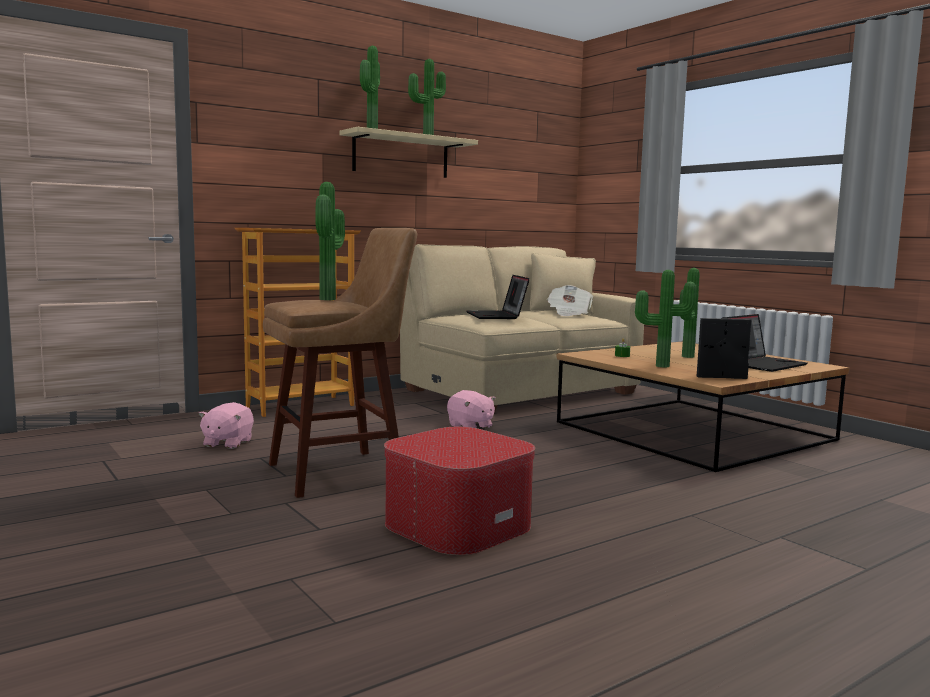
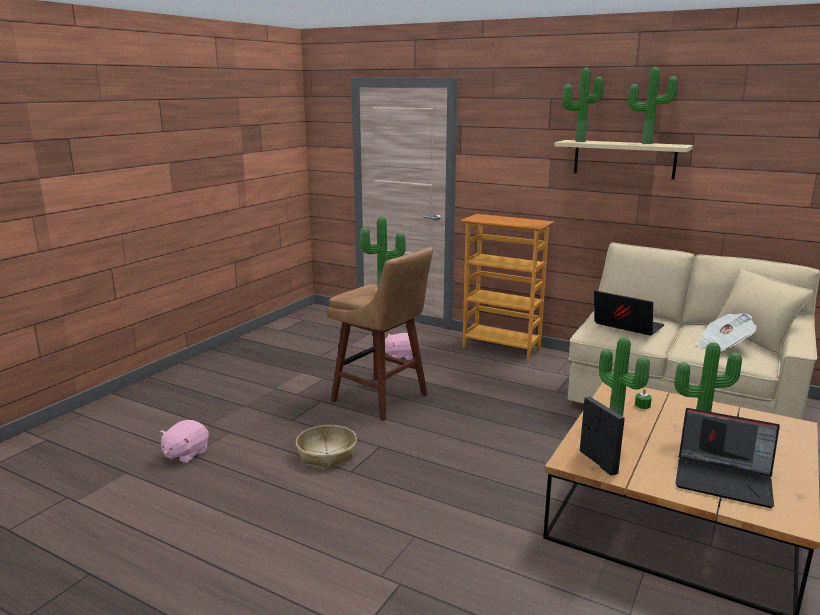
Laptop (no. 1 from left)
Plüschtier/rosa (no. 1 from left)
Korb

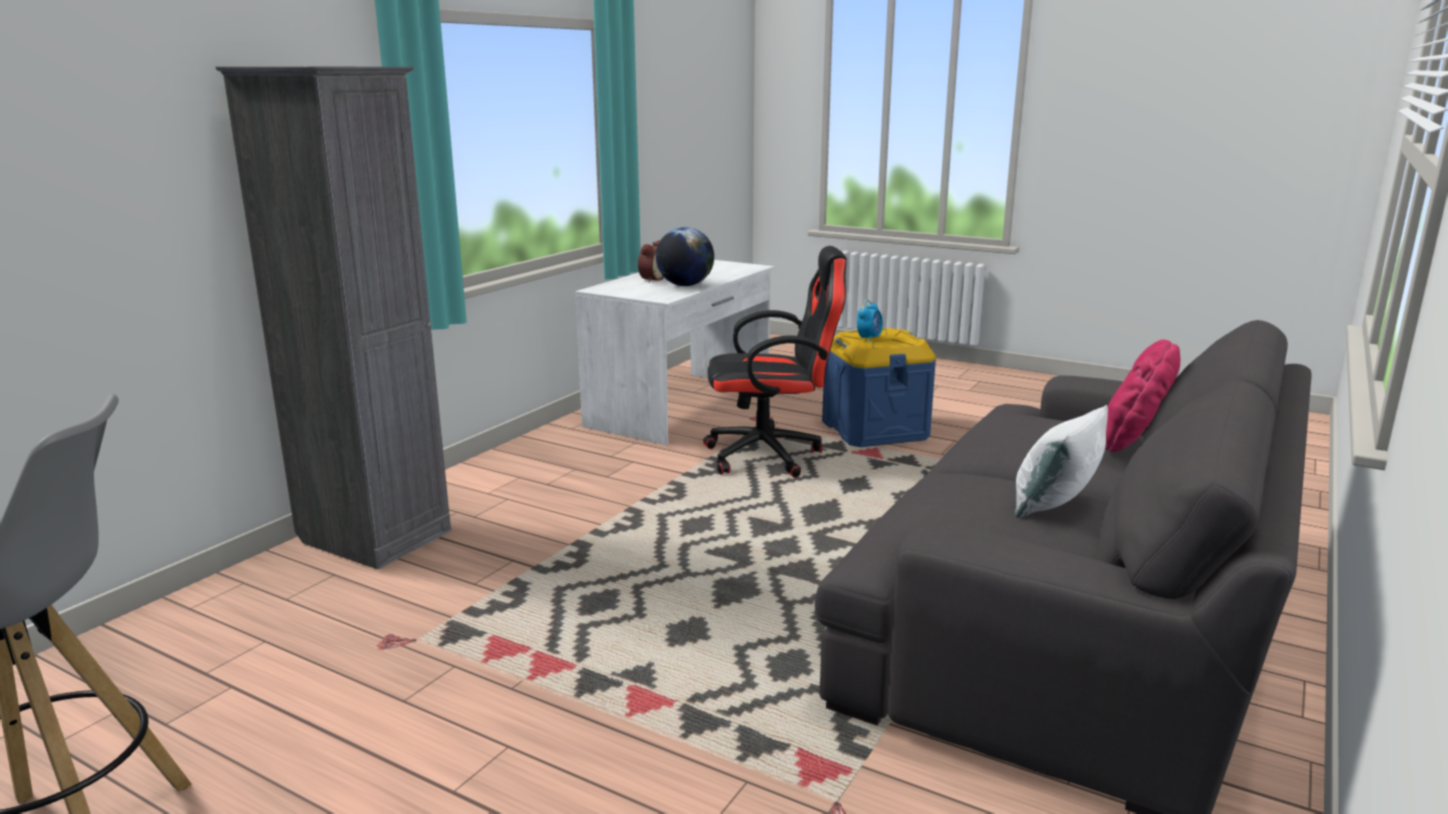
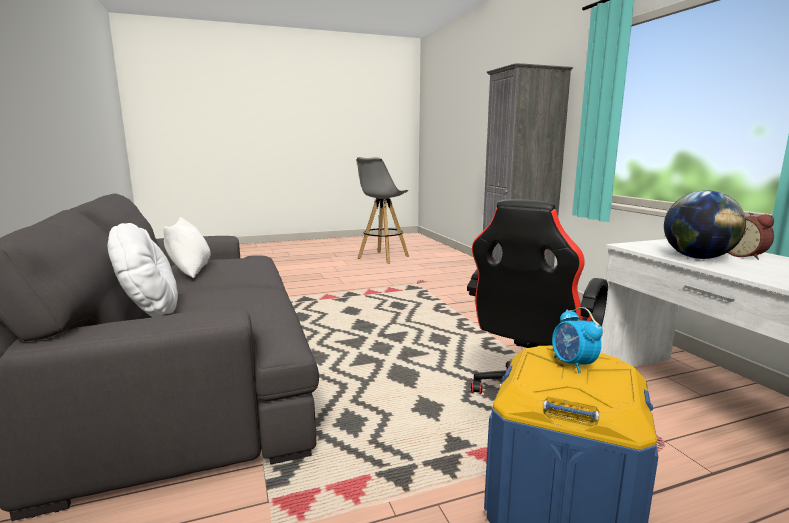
Kissen/weiß (no. 1 from left)

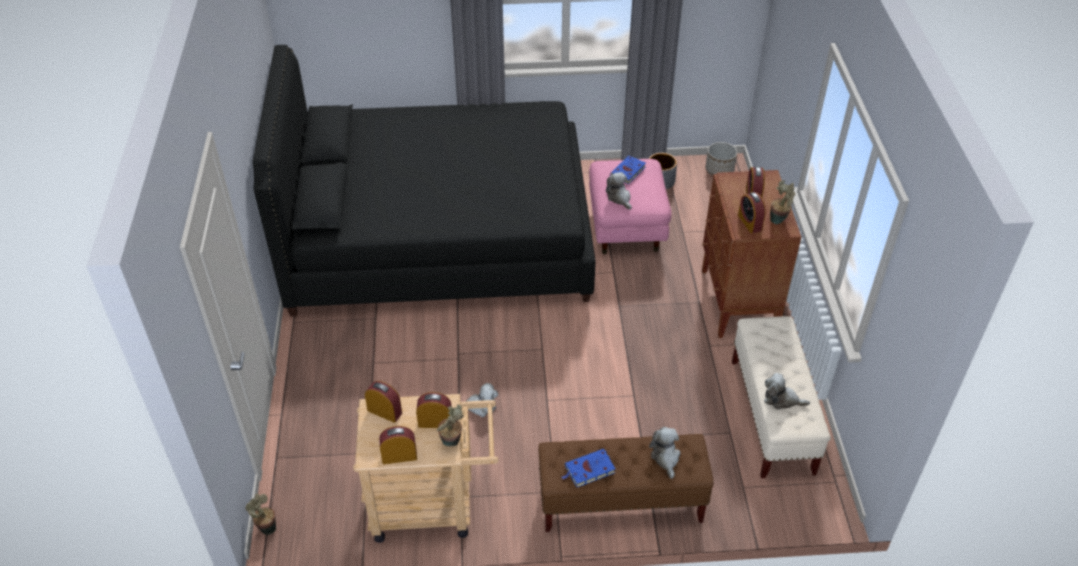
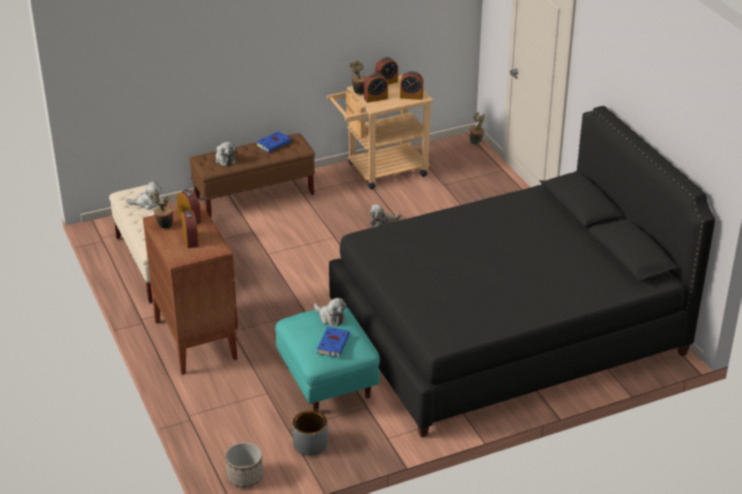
Polsterhocker/türkis

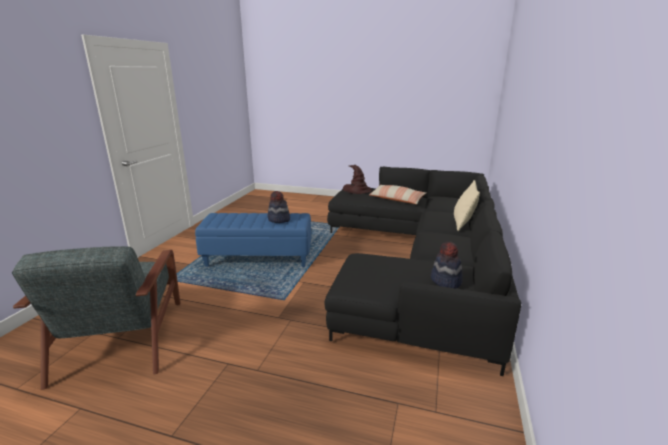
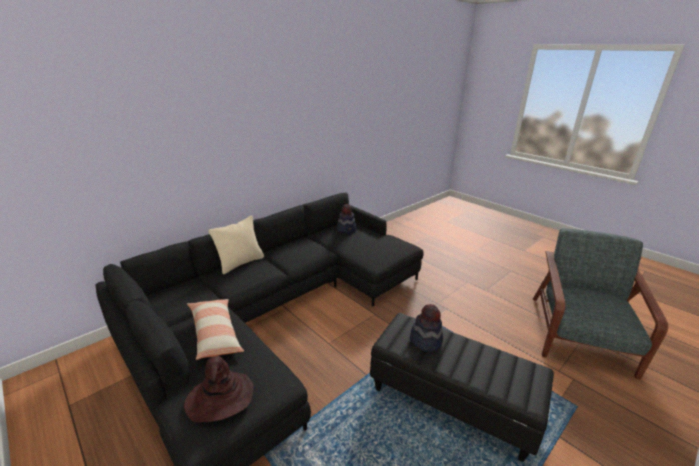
Polsterhocker/schwarz

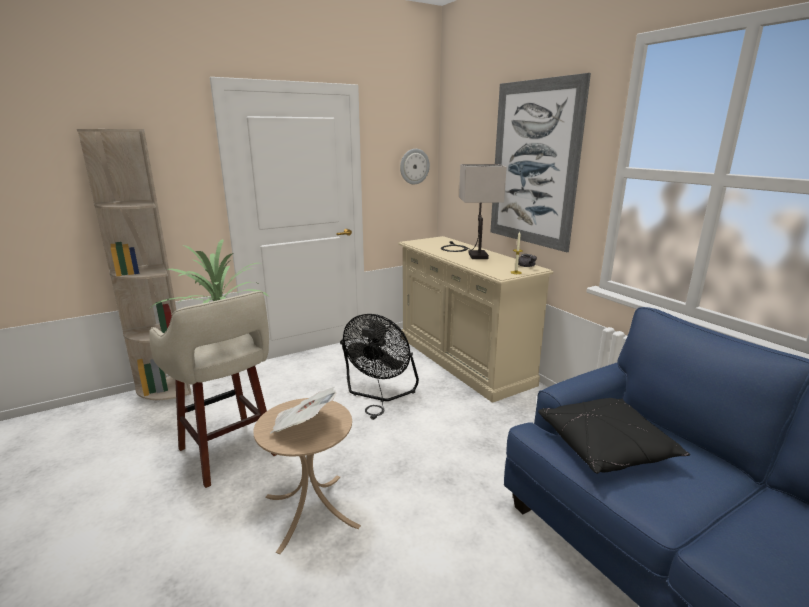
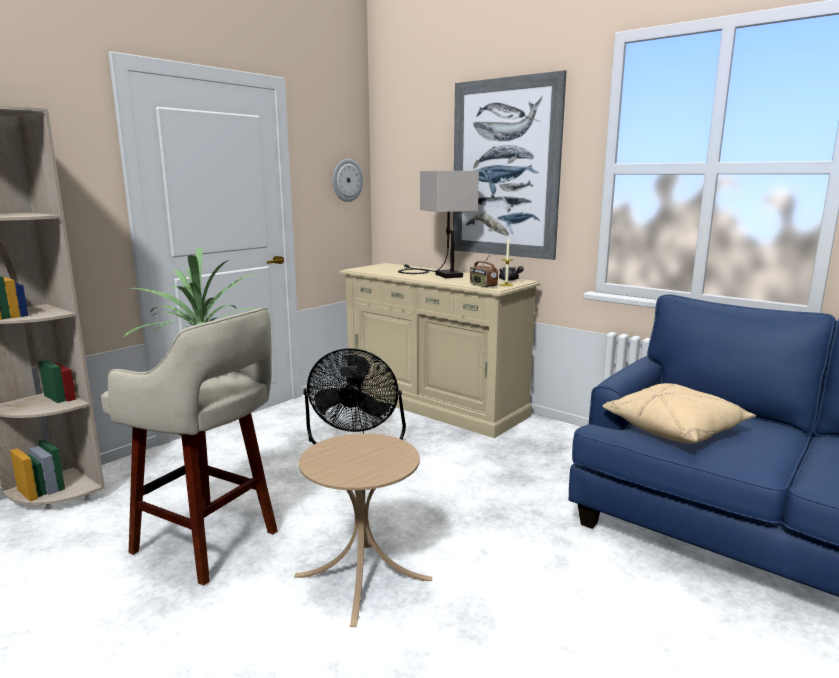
Zeitung
Kissen/beige
Radio

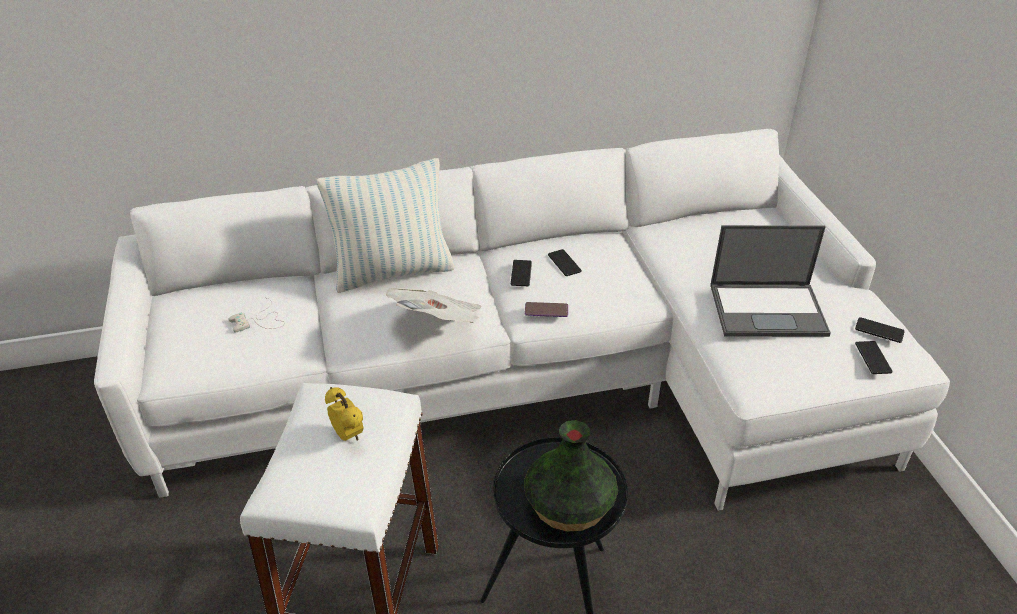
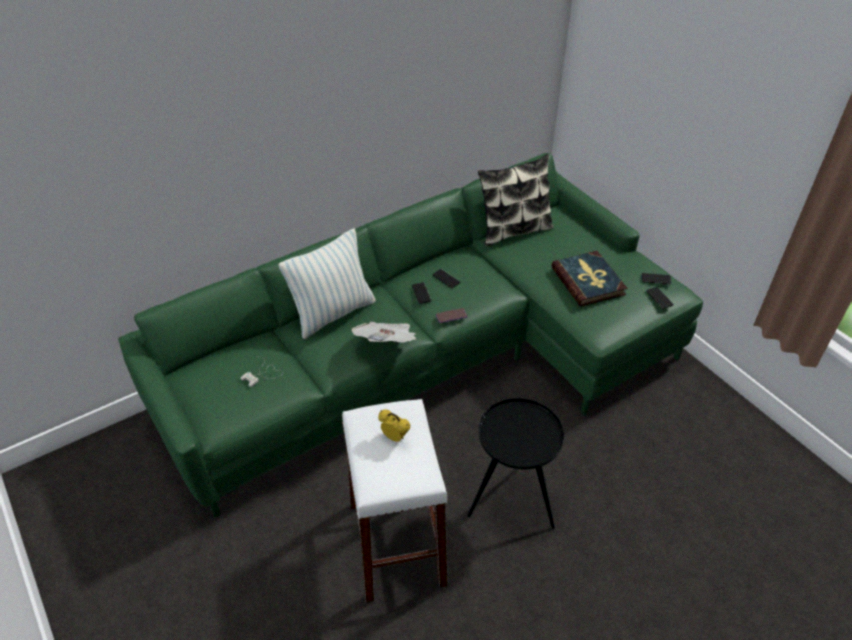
Sofa/grün
Buch
Vase
Kissen (no. 2 from left)

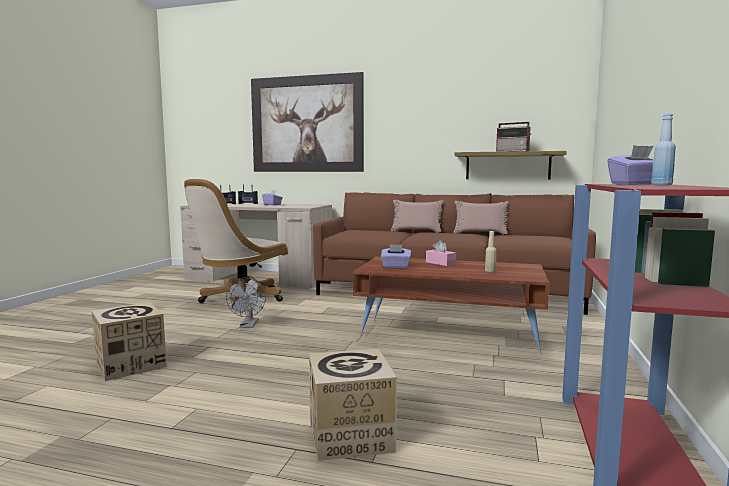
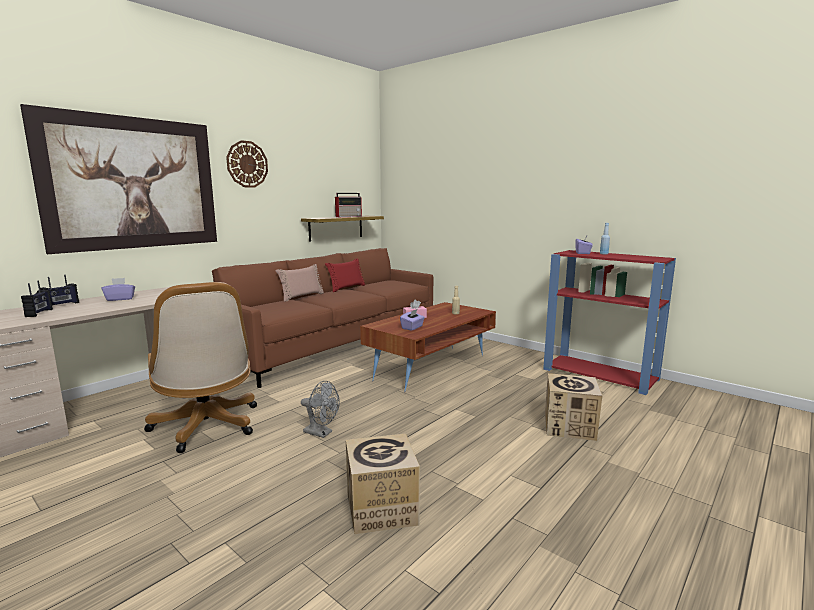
Kissen/rot
Wanduhr

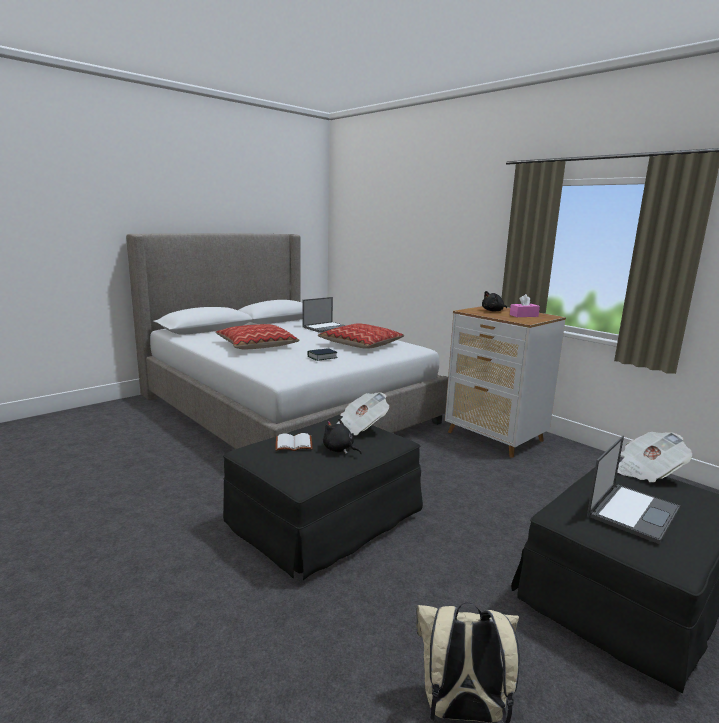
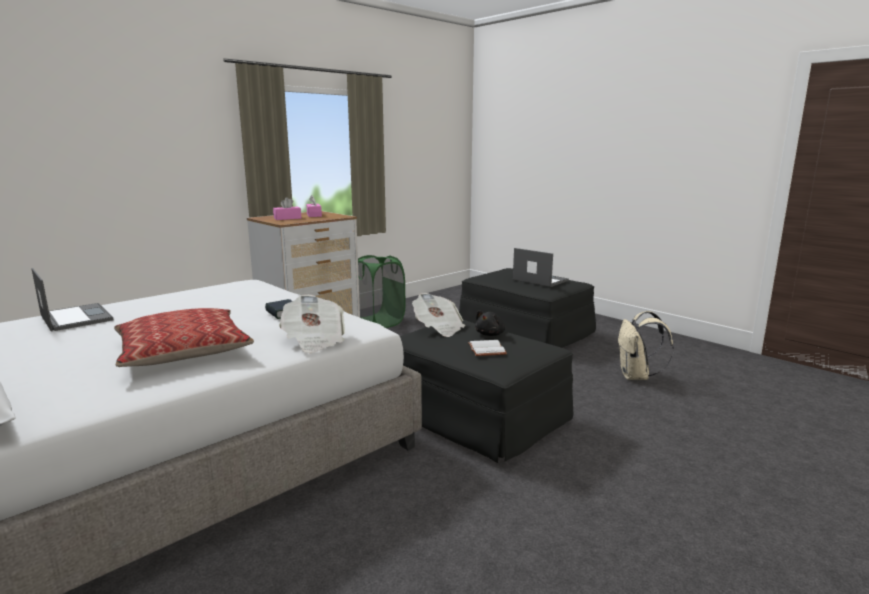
Taschentuchbox/rosa (no. 1 from left)
Kissen (no. 2 from left in the first image)
Zeitung (no. 1 from left)
Wäschekorb/grün

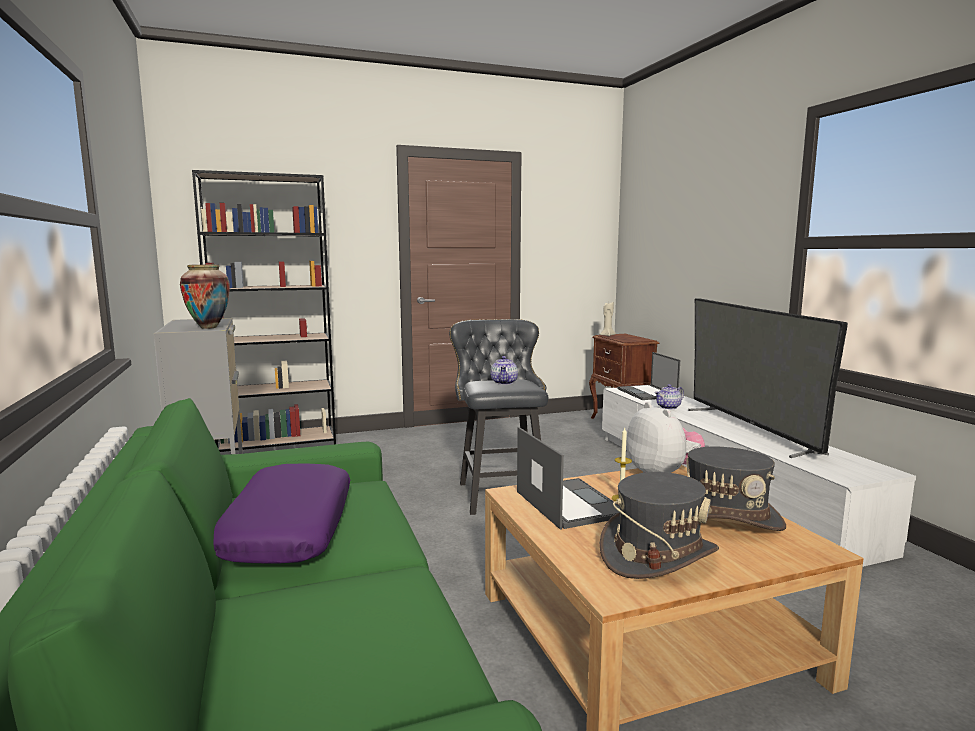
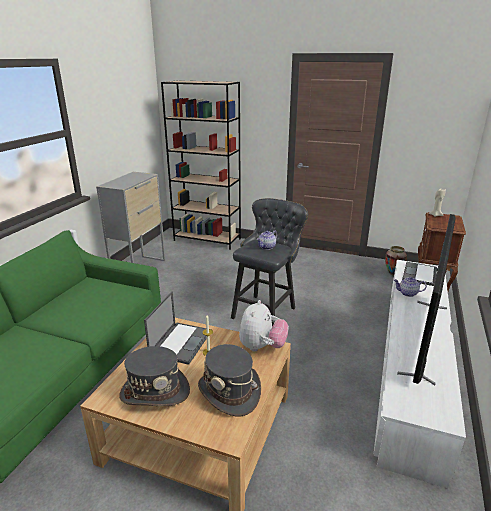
Vase
Kissen/lila

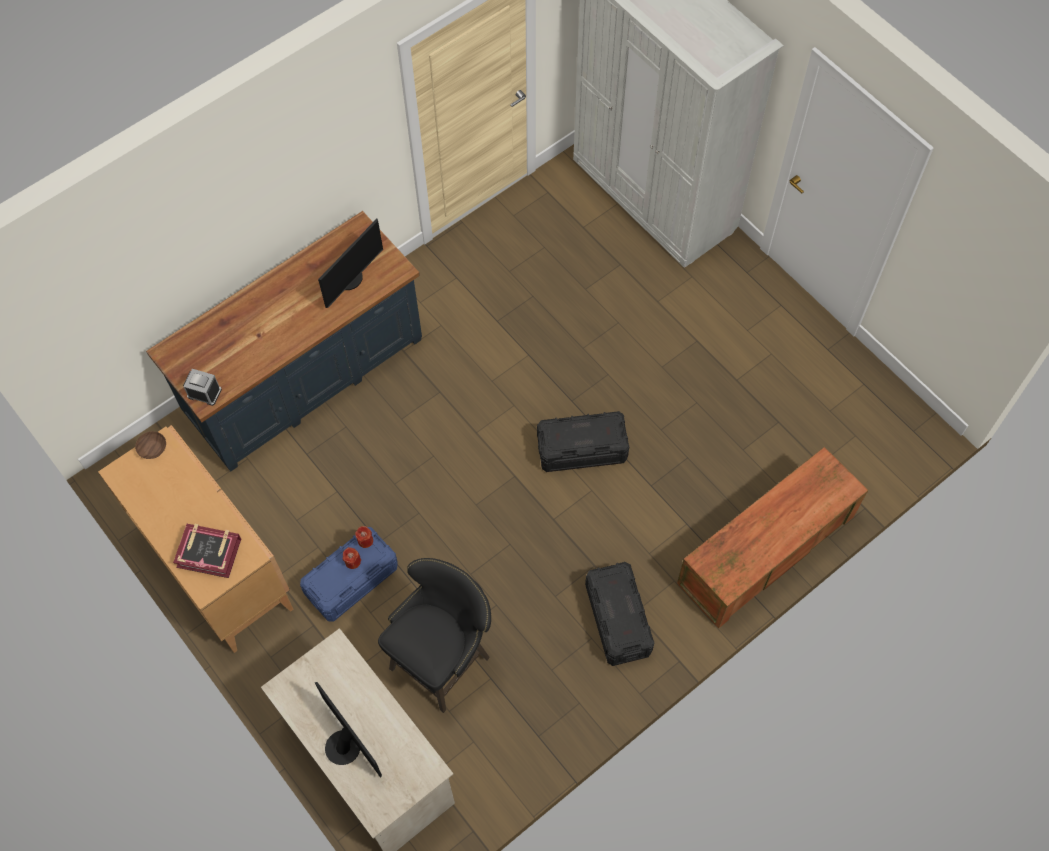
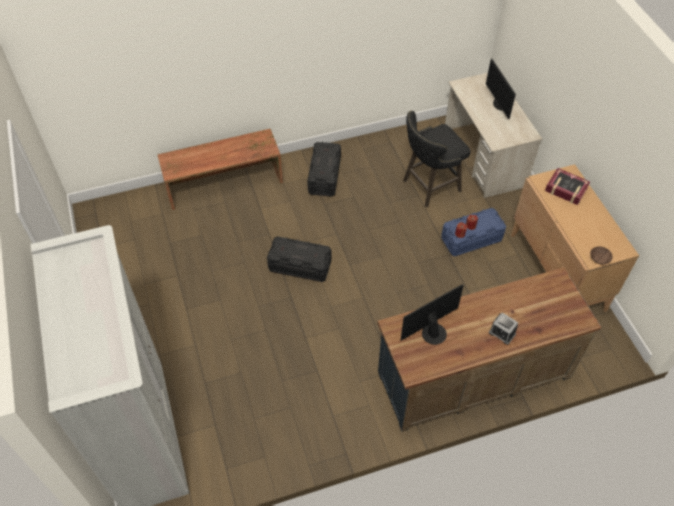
Wecker

